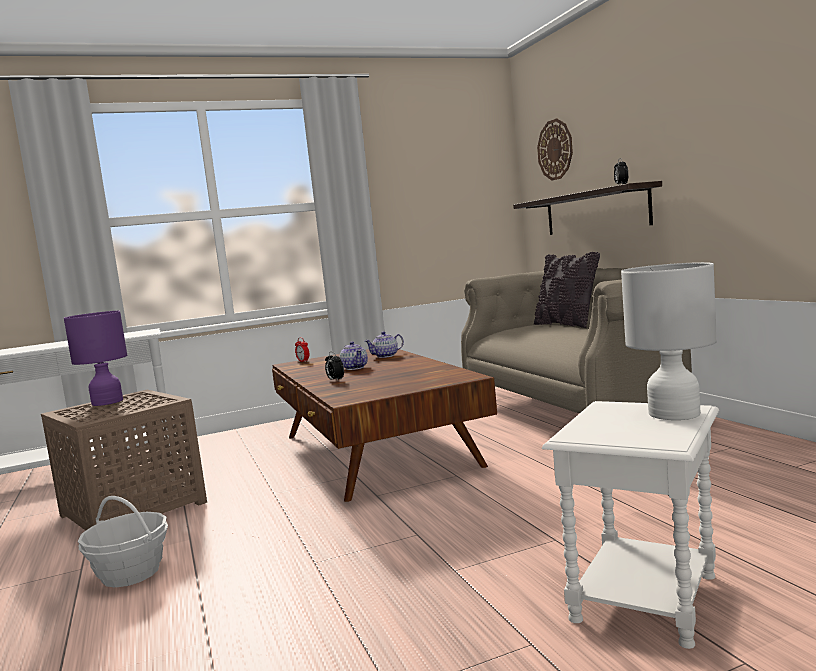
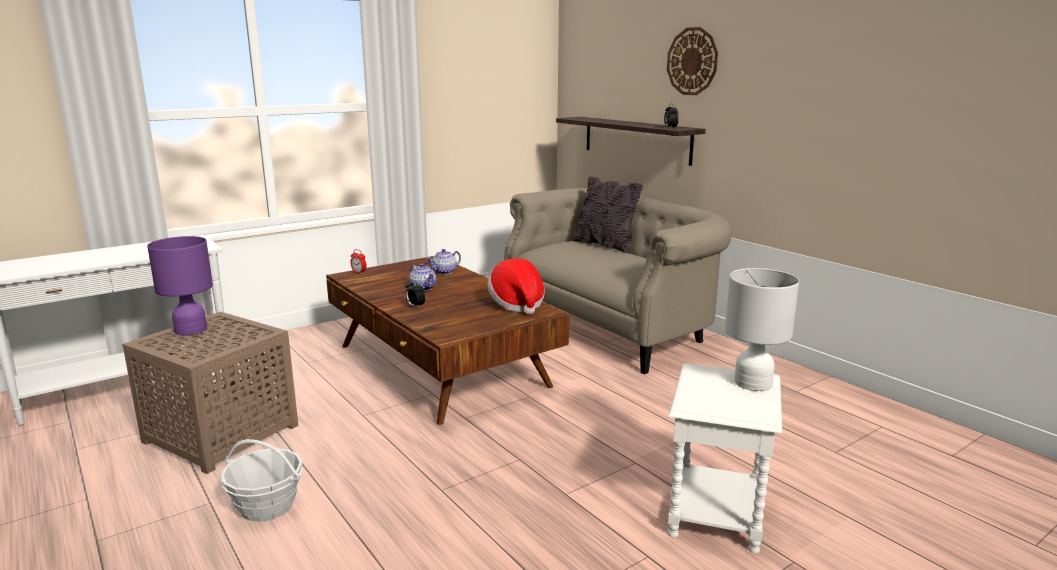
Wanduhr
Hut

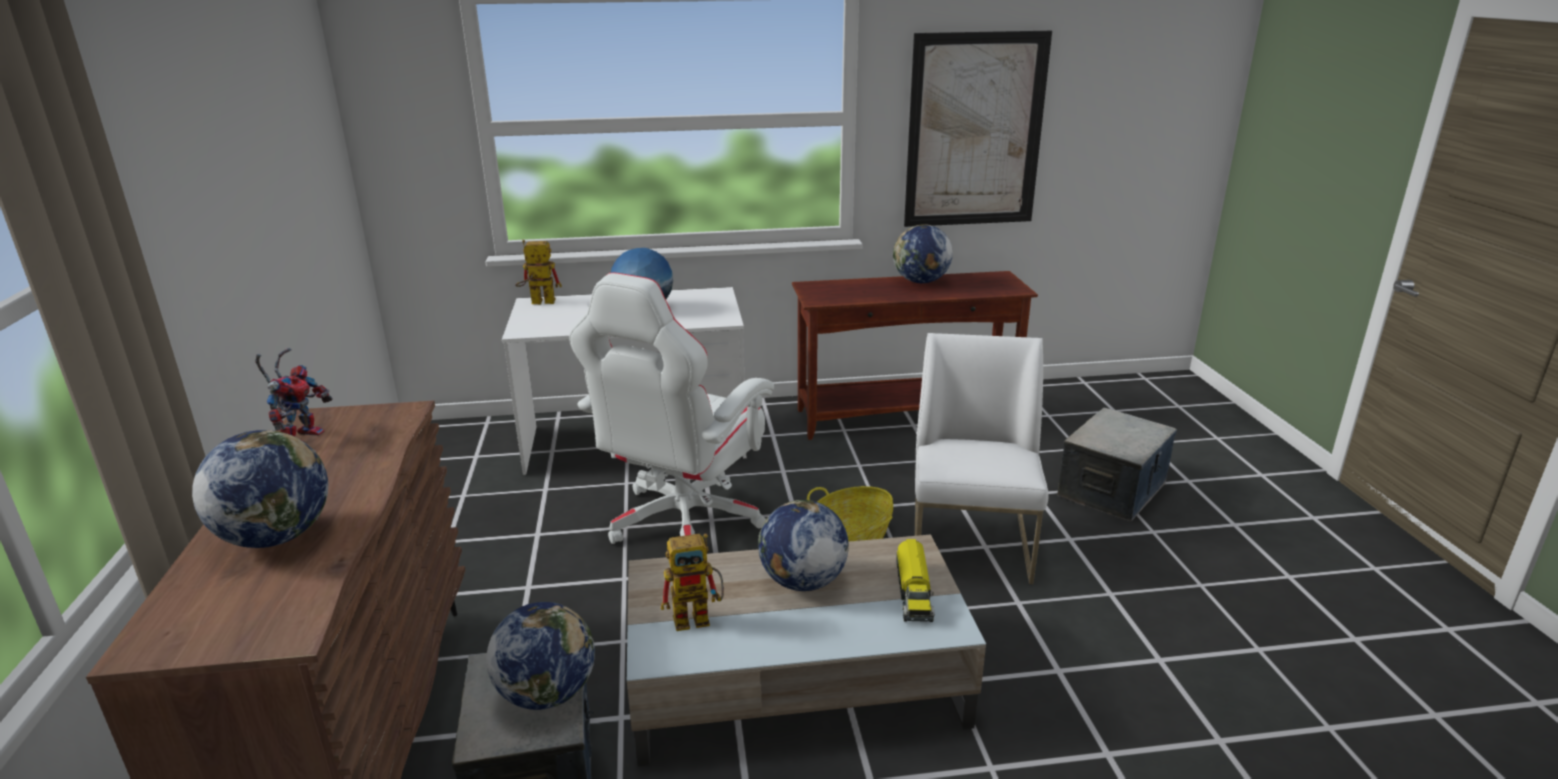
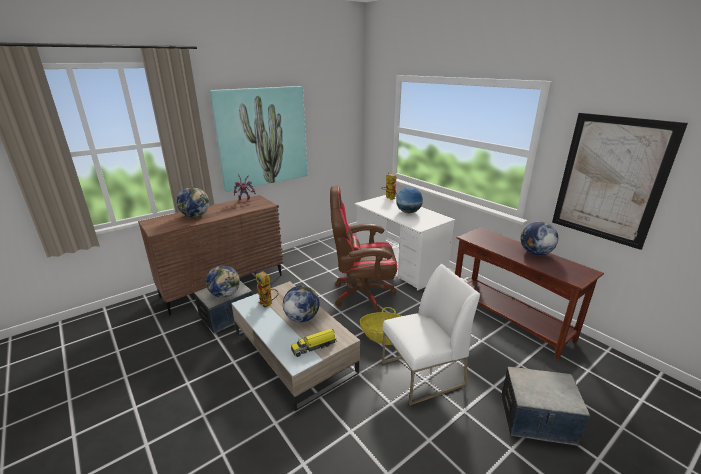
Bürostuhl/braun
Bild (no. 1 from left)

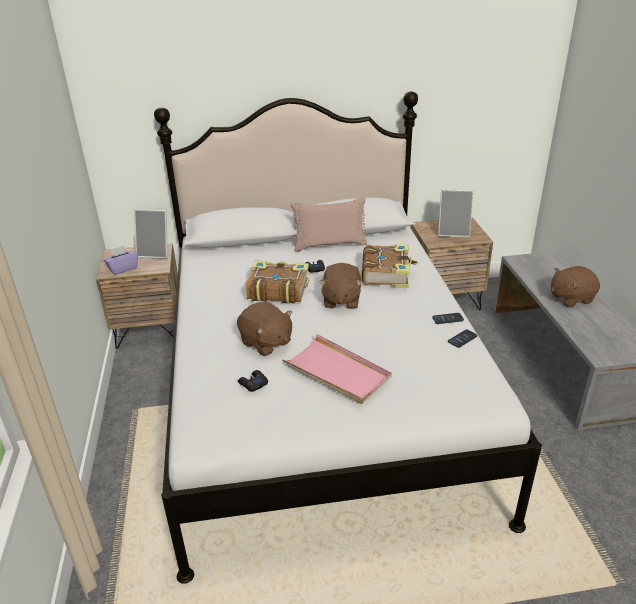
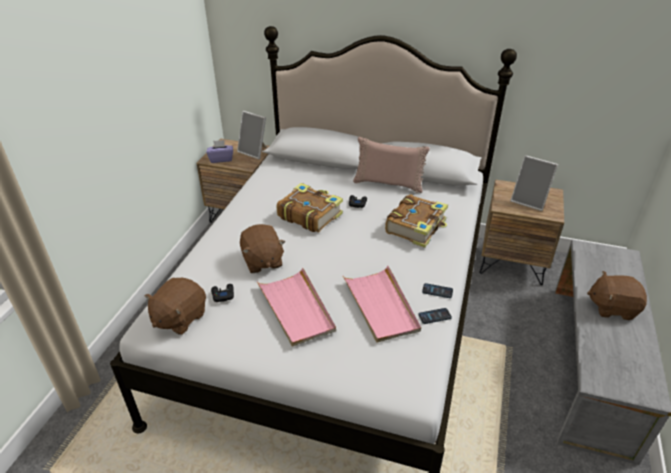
Plüschtier/braun (no. 1 from left)
Tablett/rosa (no. 2 from left)

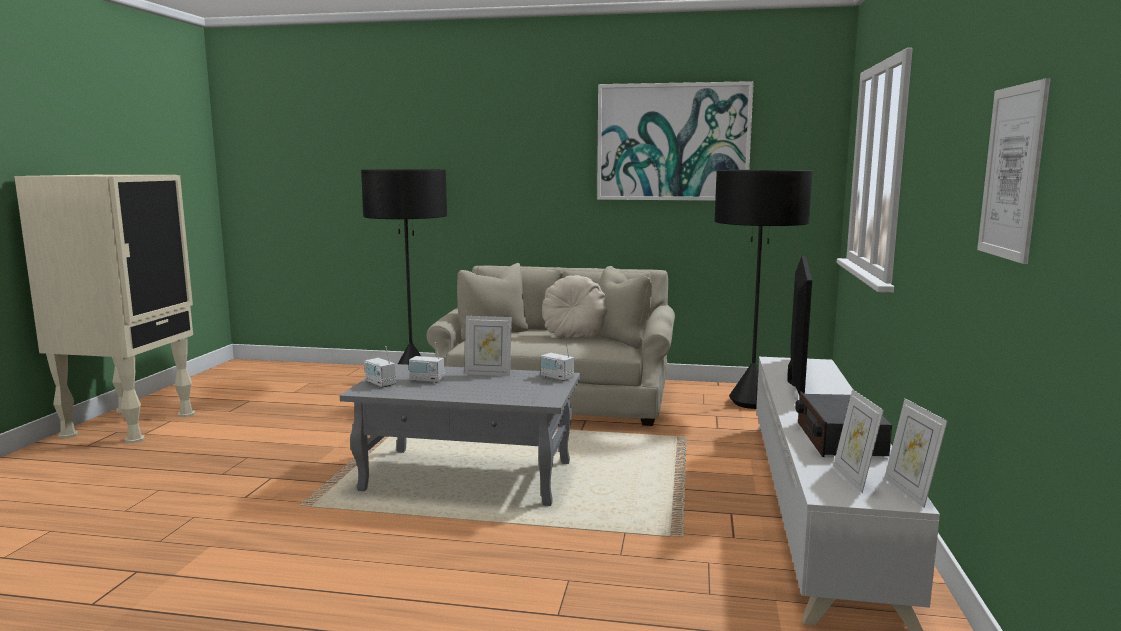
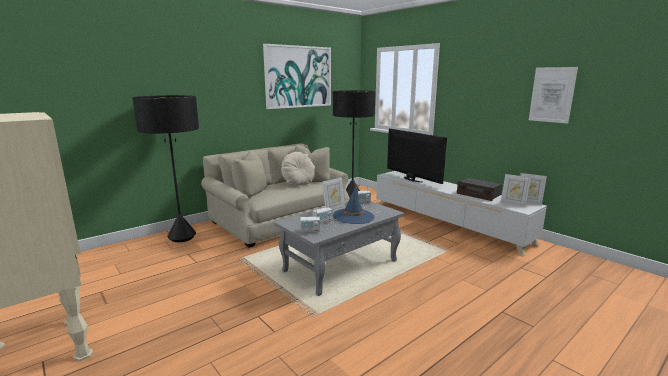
Hut/blau

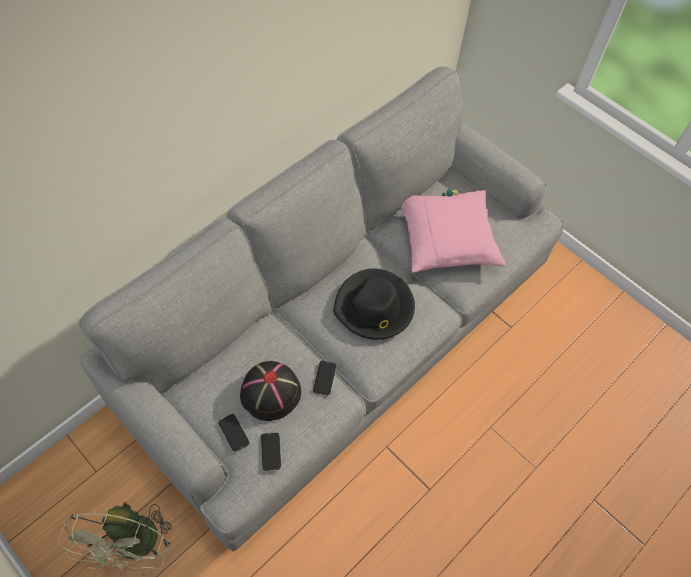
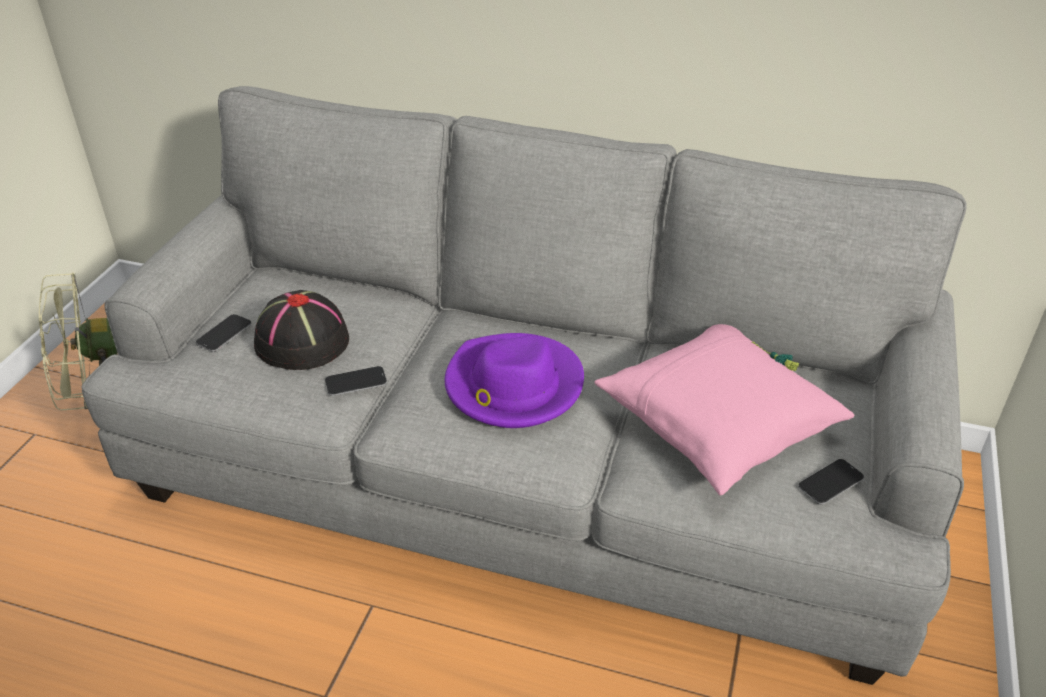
Hut/lila
Handy (no. 3 from left)

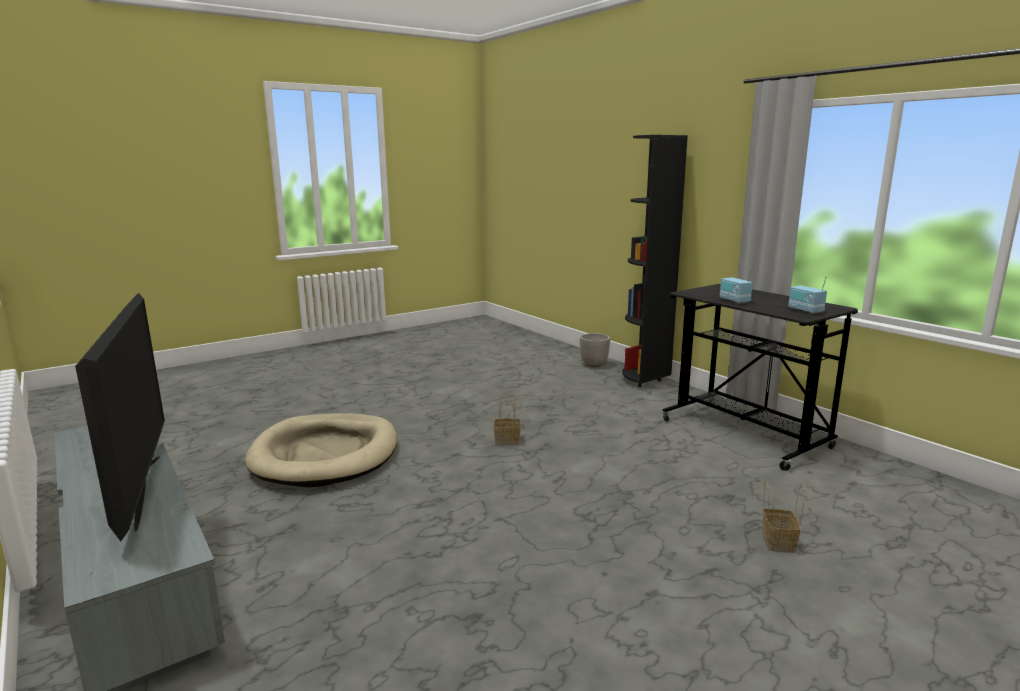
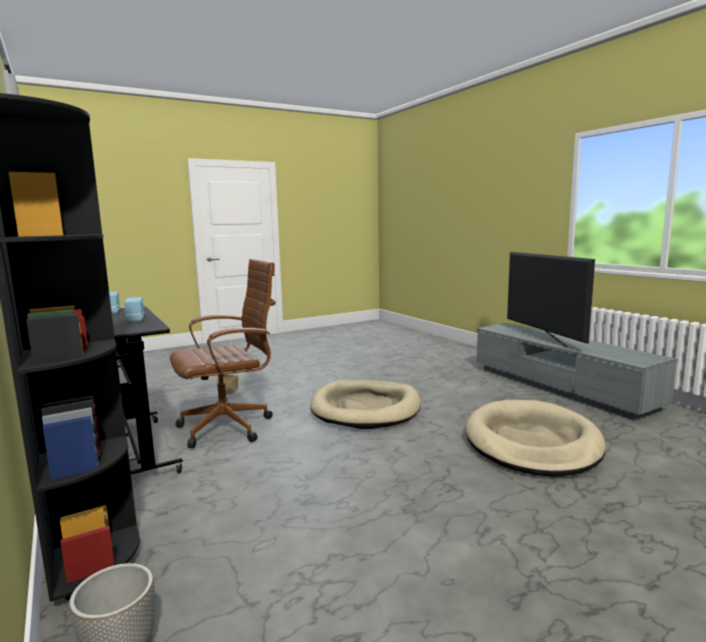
Korb (no. 1 from left in the first image)
Bürostuhl/braun
Hundebett/beige (no. 1 from left)

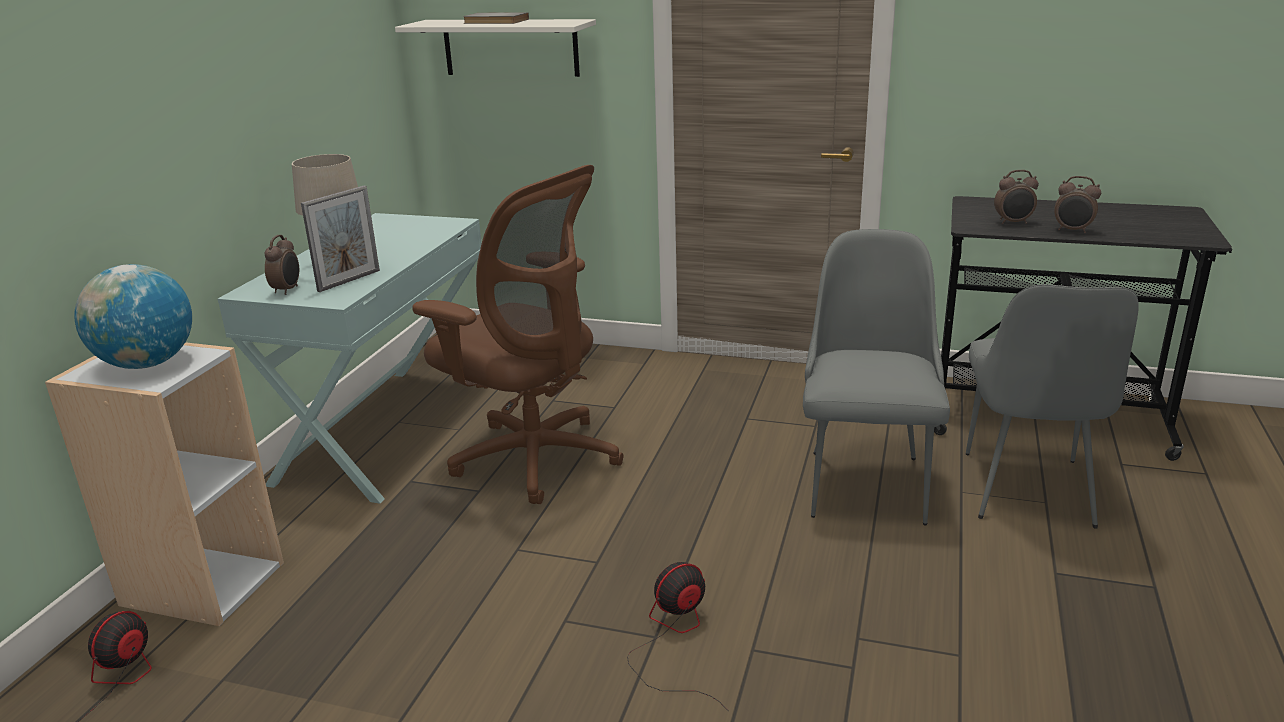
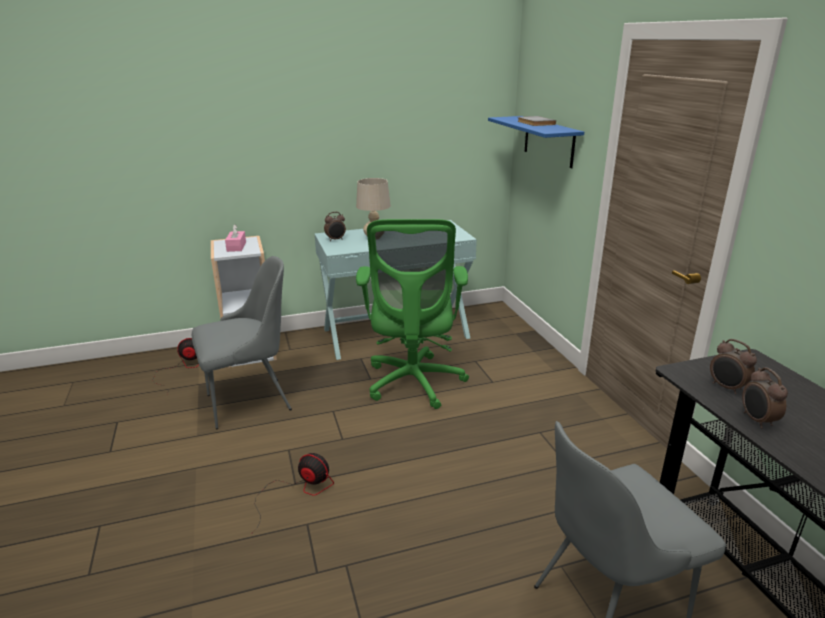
Wandregal/blau
Bürostuhl/grün
Bilderrahmen
Stuhl/grau (no. 1 from left)
Taschentuchbox/rosa

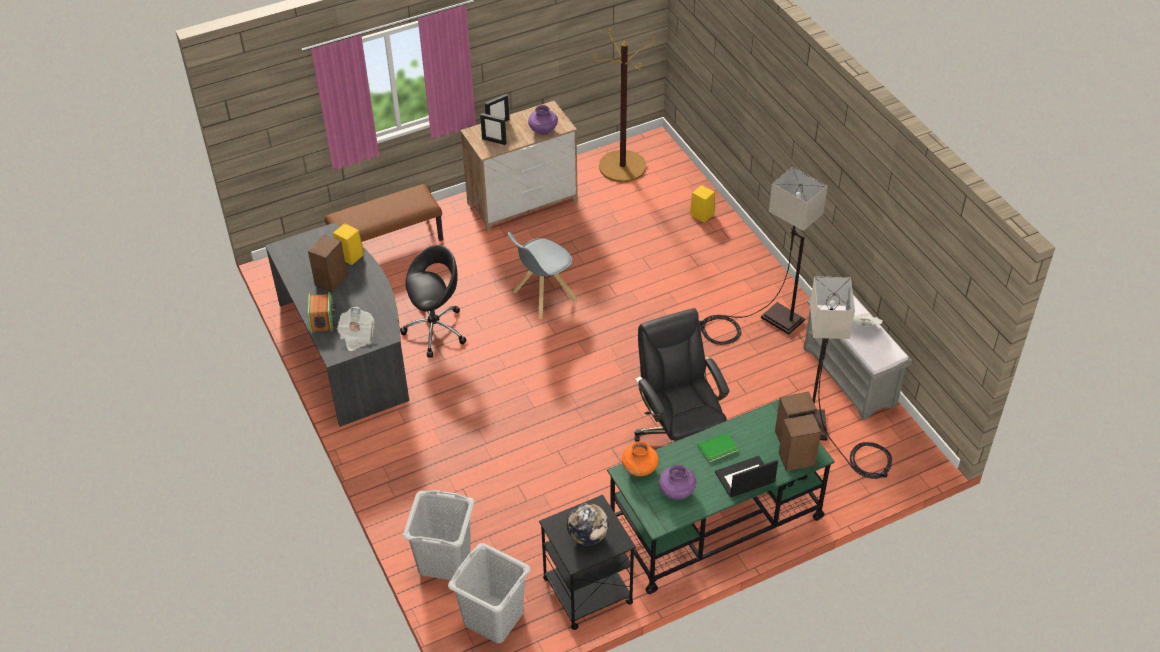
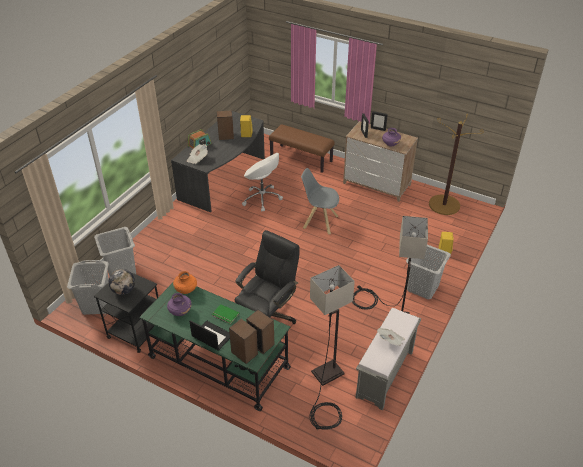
Bürostuhl/weiß
Wäschekorb/grau (no. 3 from left)

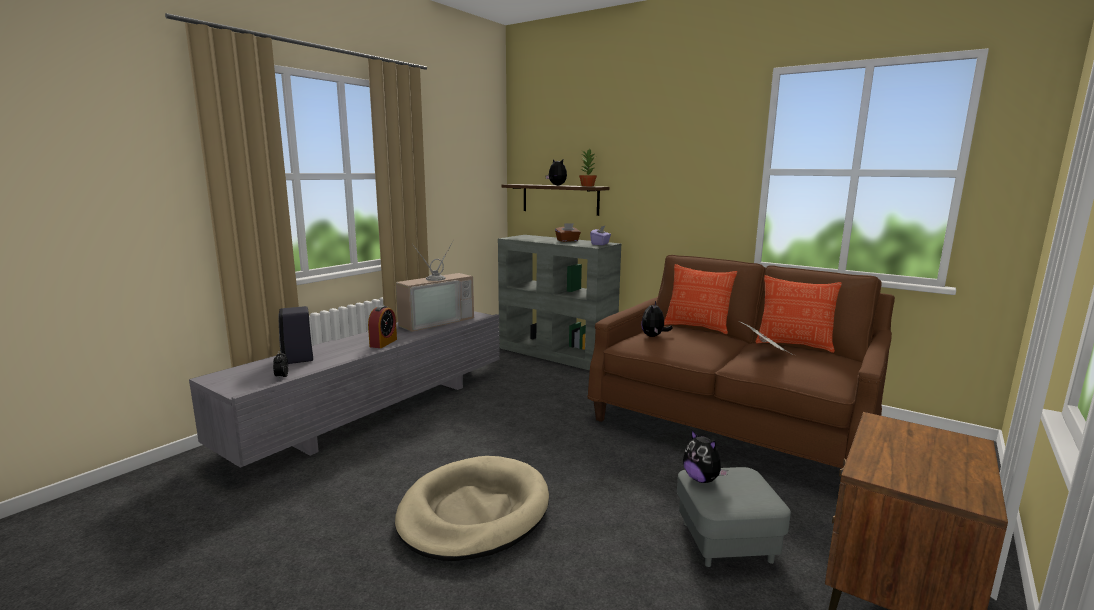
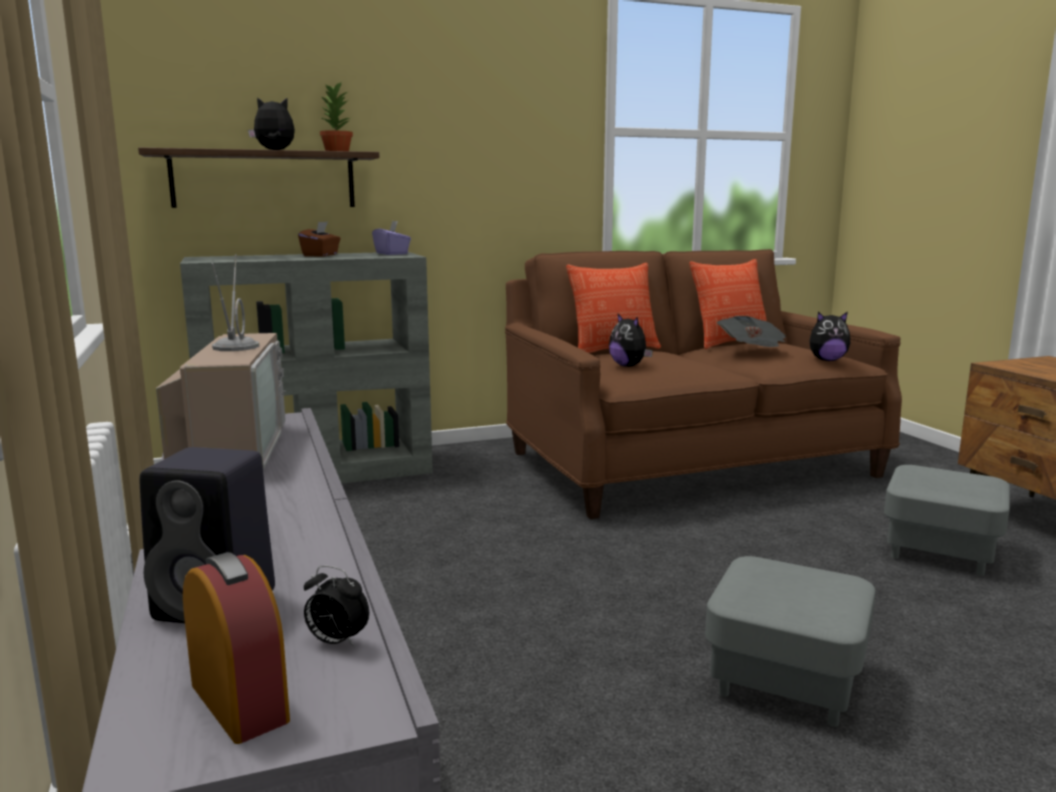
Wecker (no. 1 from left)
Plüschtier (no. 3 from left)
Polsterhocker/grau (no. 1 from left)

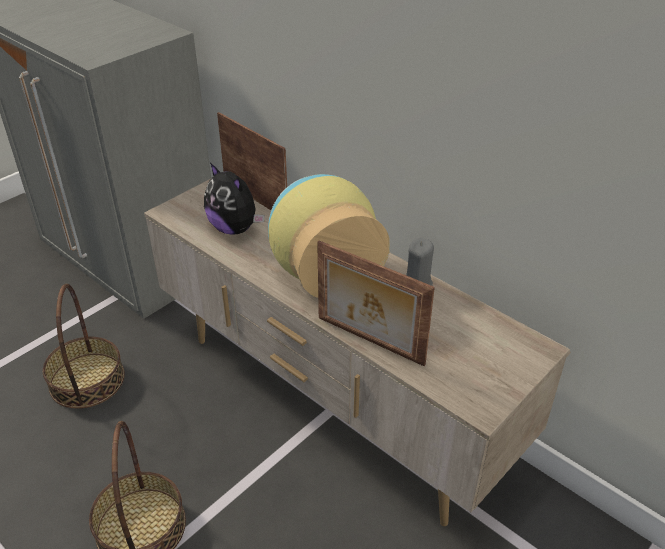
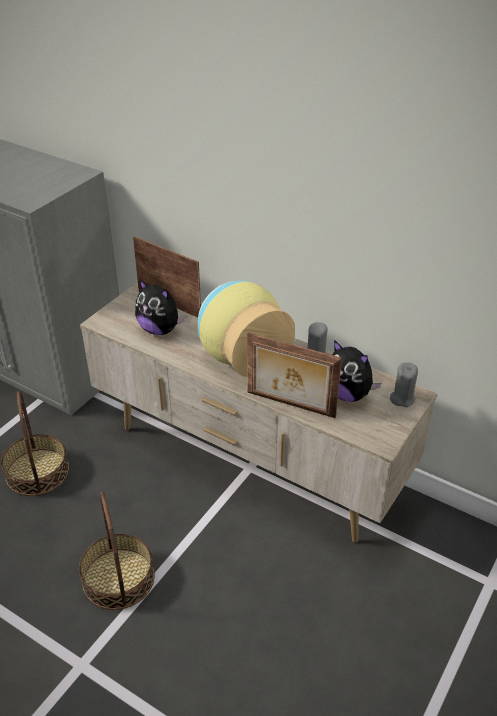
Plüschtier (no. 2 from left)
Kerze/grau (no. 2 from left)

